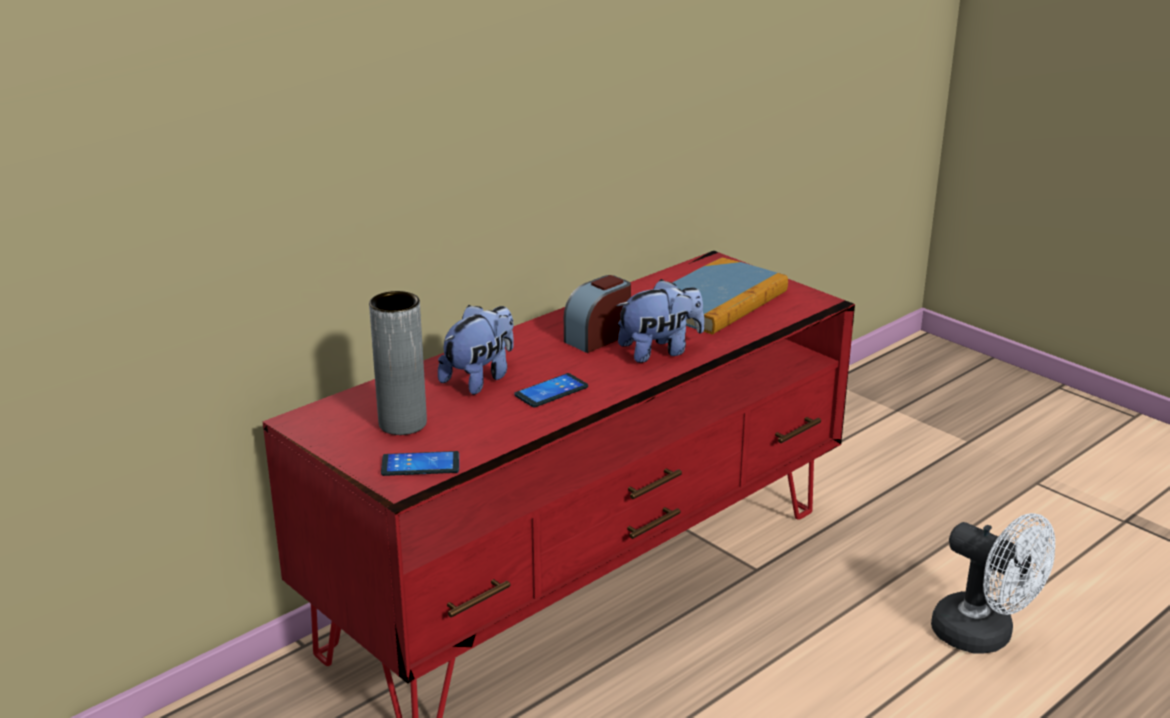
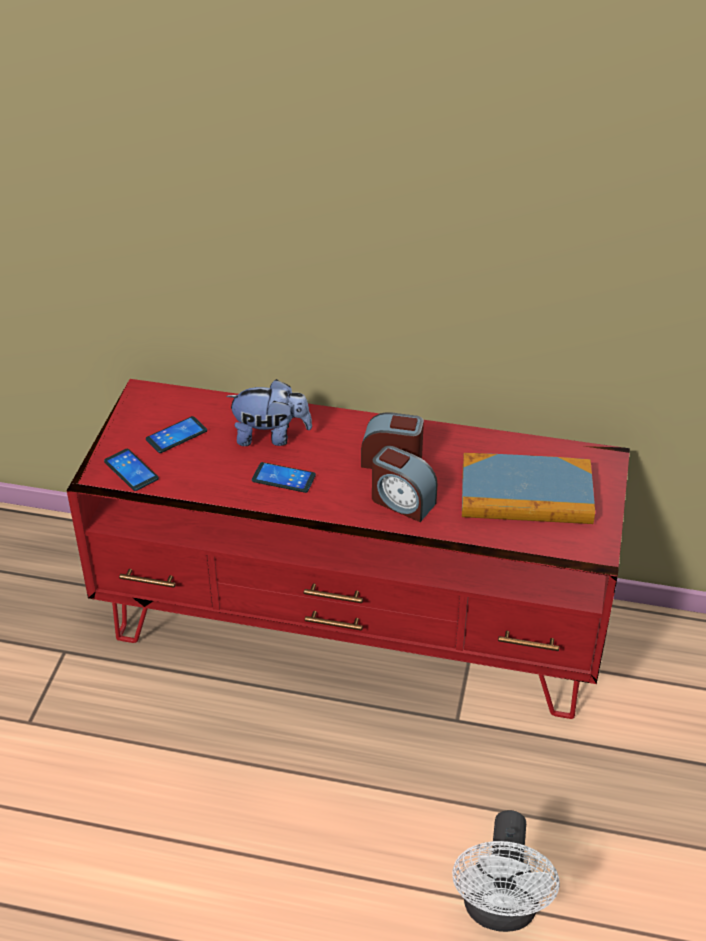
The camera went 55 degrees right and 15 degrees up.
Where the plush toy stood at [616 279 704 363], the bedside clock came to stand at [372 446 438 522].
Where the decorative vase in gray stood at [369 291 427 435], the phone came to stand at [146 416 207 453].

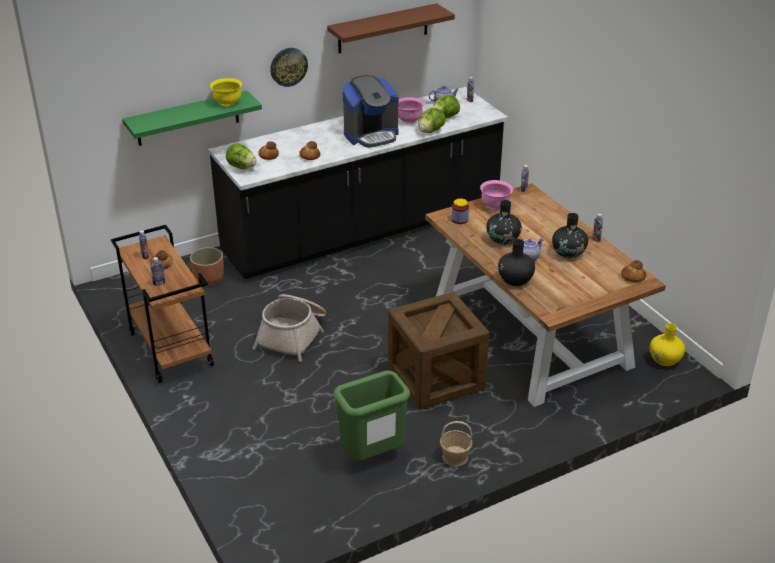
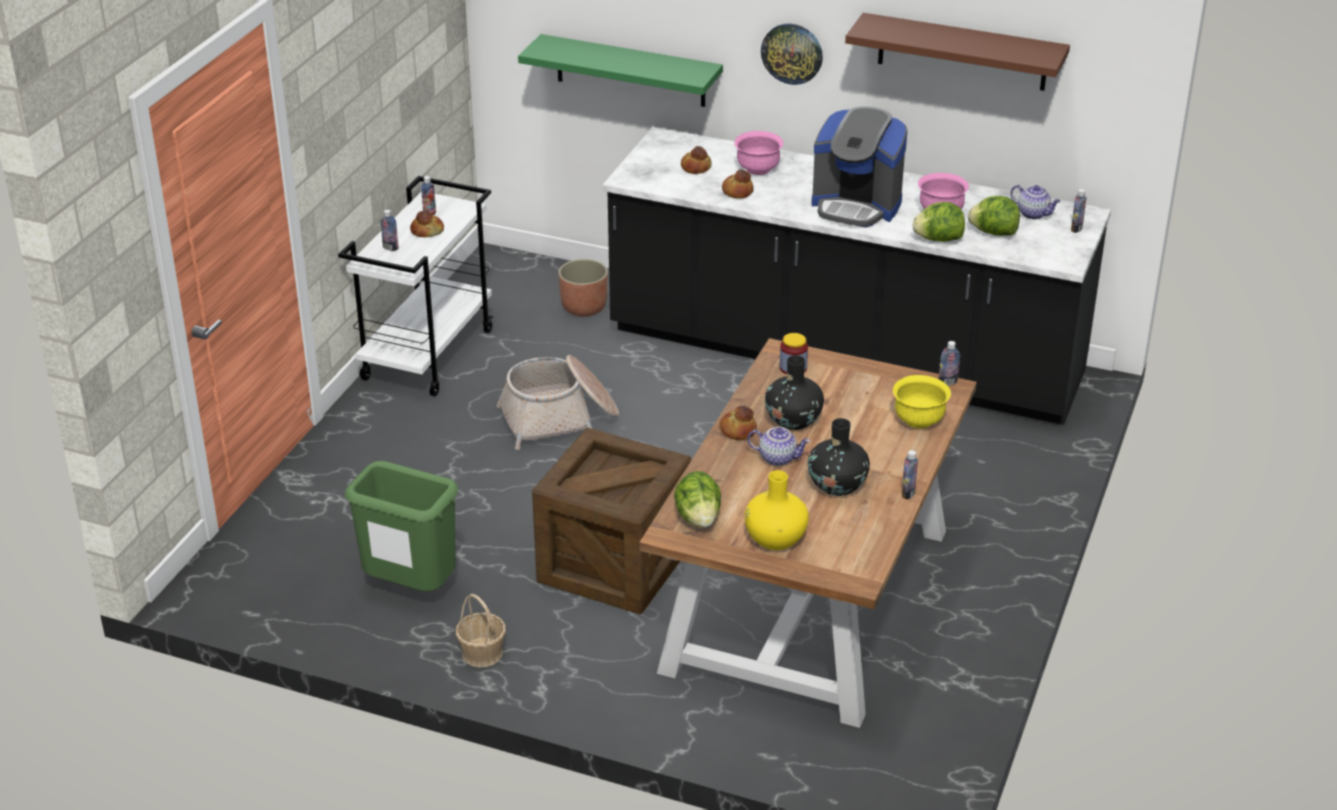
The camera went 50 degrees right and 0 degrees up.
The bowl in yellowish ended up elsewhere, having gone from [210 78 242 106] to [893 375 951 429].
The lettuce ended up elsewhere, having gone from [226 143 257 169] to [674 471 721 528].
The bowl in pinkish ended up elsewhere, having gone from [480 180 513 210] to [734 131 783 175].
What was the cart in brown at [111 225 214 383] turned into the cart in white at [338 176 494 396].
The second view lost the decorative vase in black at [498 239 535 286].
The bread ended up elsewhere, having gone from [621 260 646 282] to [719 406 757 440].
The decorative vase in yellowish ended up elsewhere, having gone from [650 323 685 366] to [745 470 809 550].

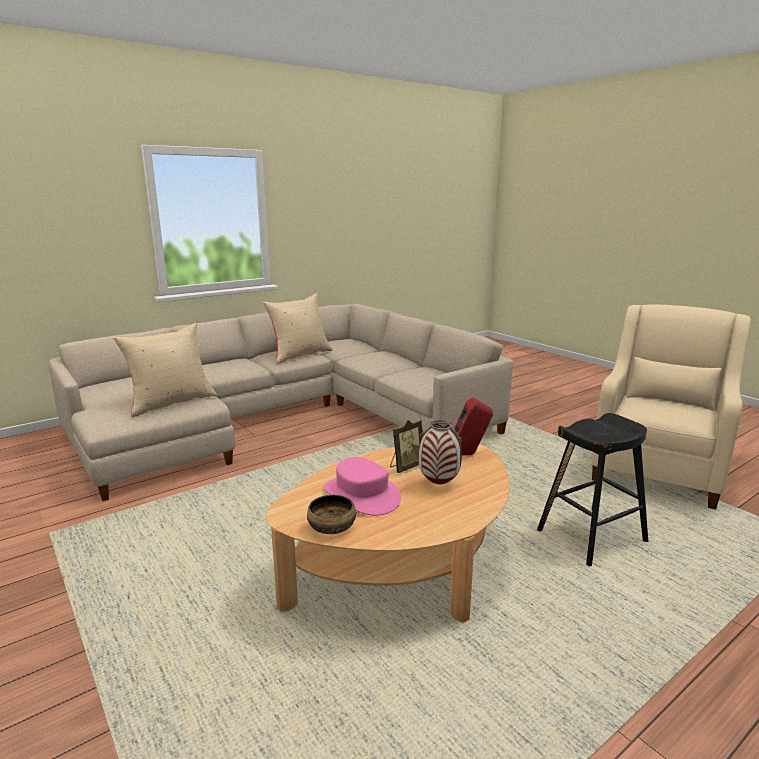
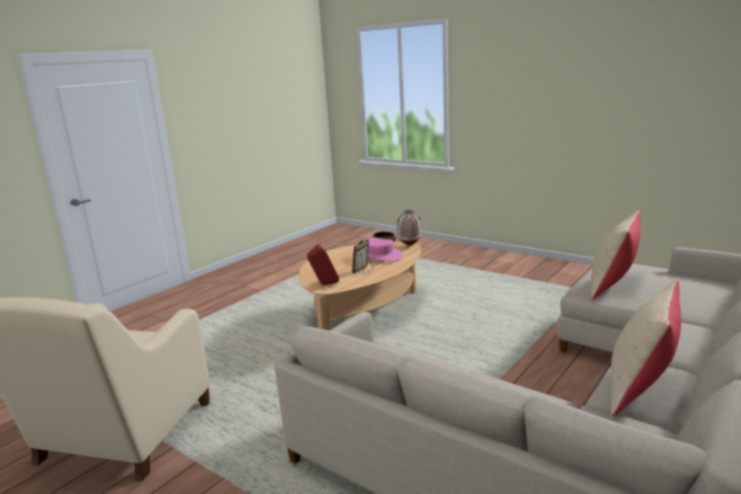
The camera went 165 degrees right and 0 degrees up.
The second view lost the sitting stool in black at [537 413 648 566].
The decorative vase ended up elsewhere, having gone from [419 420 462 484] to [397 210 421 246].

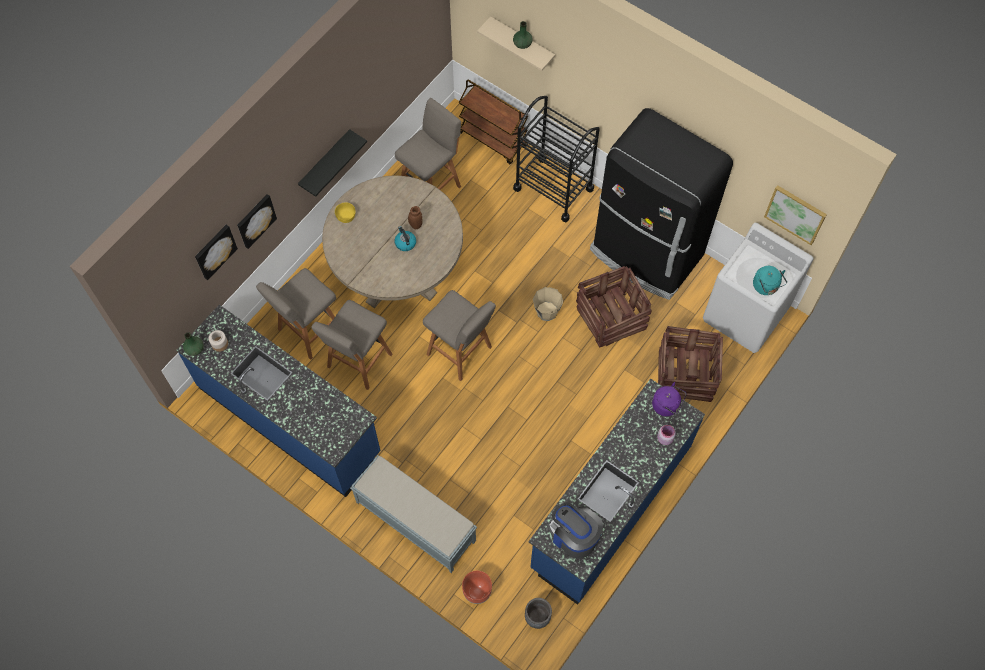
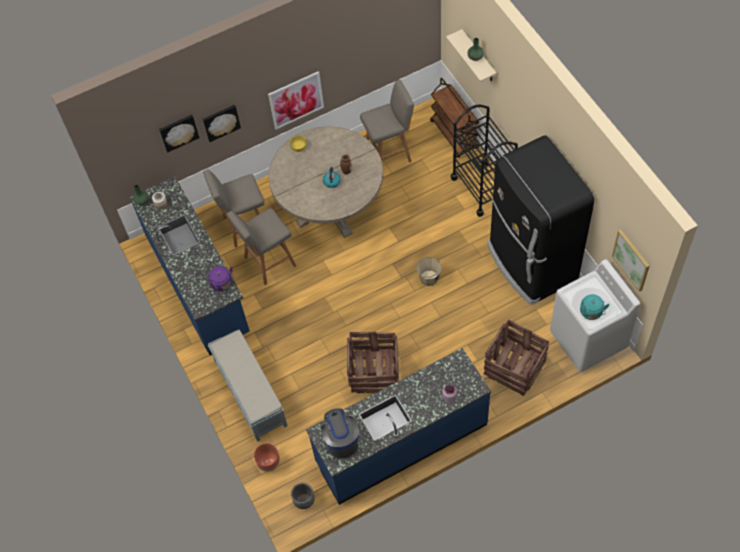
The camera went 30 degrees right and 5 degrees down.
Where the bracket shelf in black hung at [298 129 367 197], the picture came to hang at [268 71 324 130].
The packing crate ended up elsewhere, having gone from [576 266 652 348] to [347 332 399 393].
The second view lost the sitting stool in gray at [423 290 496 381].
The water kettle in purplish ended up elsewhere, having gone from [652 382 687 416] to [208 266 234 291].

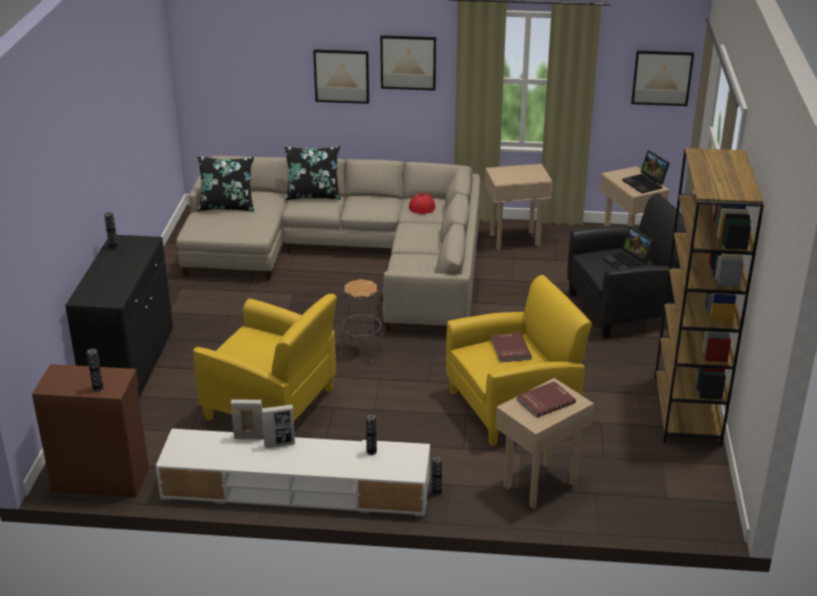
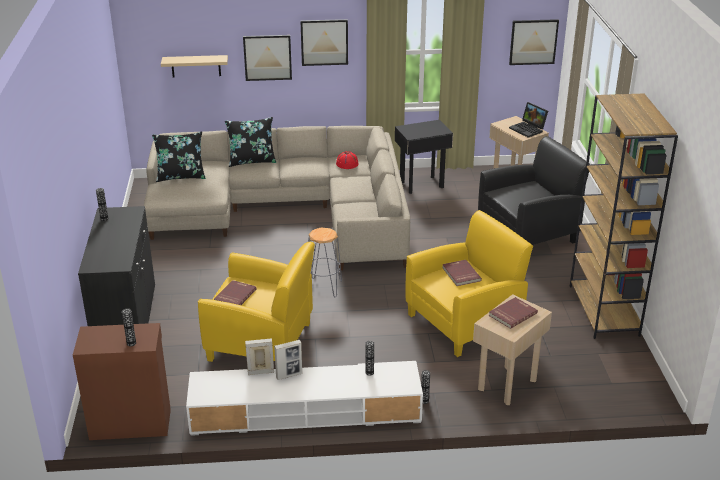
The camera went 10 degrees left and 0 degrees up.
What was the side table in beige-coloured at [485 164 552 250] turned into the side table in black at [395 120 453 194].
The second view lost the portable computer at [603 226 654 269].
The second view gained the bracket shelf in beige-coloured at [161 55 228 78].
The second view gained the book in red-coloured at [214 280 257 305].

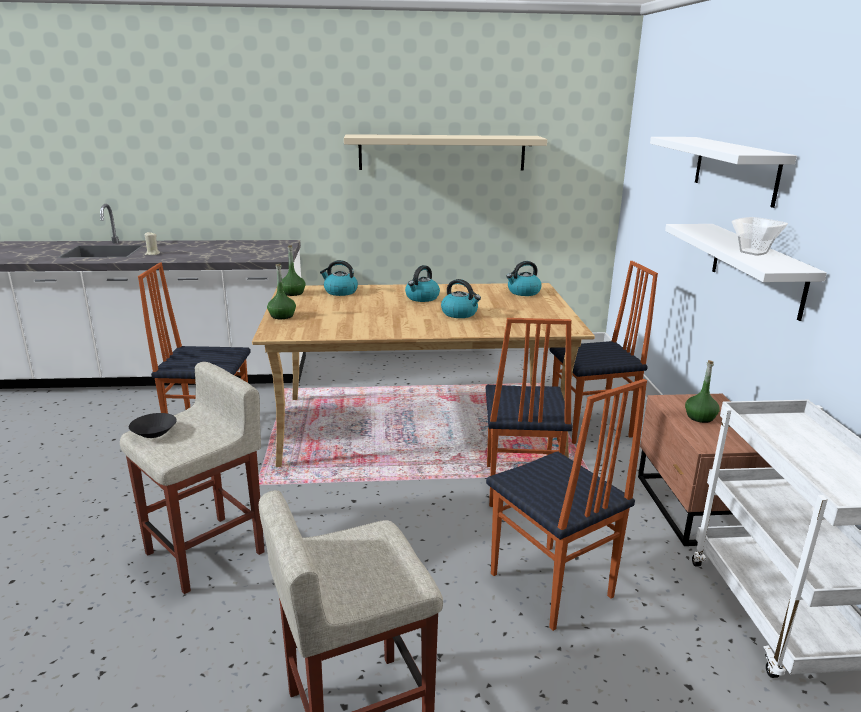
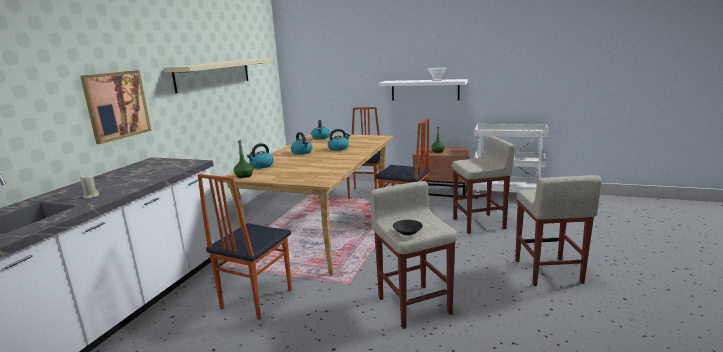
The camera went 65 degrees left and 5 degrees down.
The second view lost the bracket shelf in white at [650 137 797 208].
The second view lost the beverage bottle in green at [267 264 296 319].
Where the plain chair stood at [486 379 647 631], the sitting stool in beige-coloured came to stand at [452 136 516 234].
The second view gained the picture at [80 70 151 144].

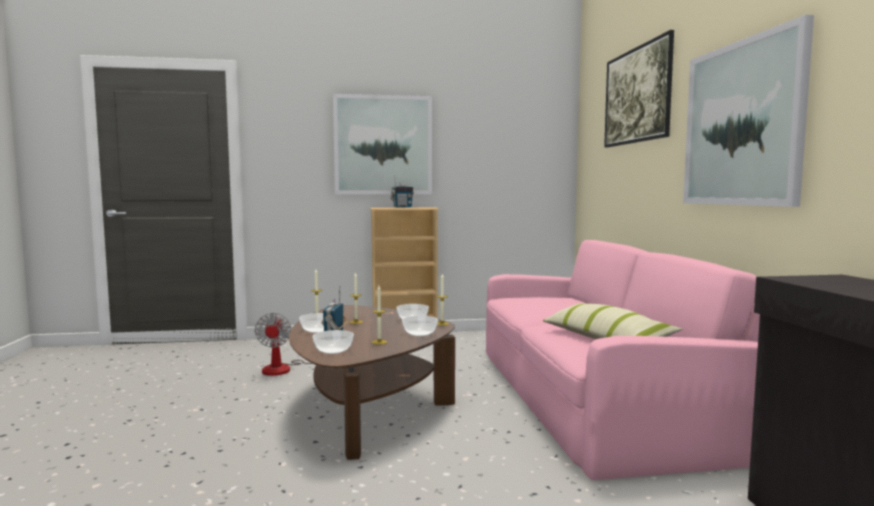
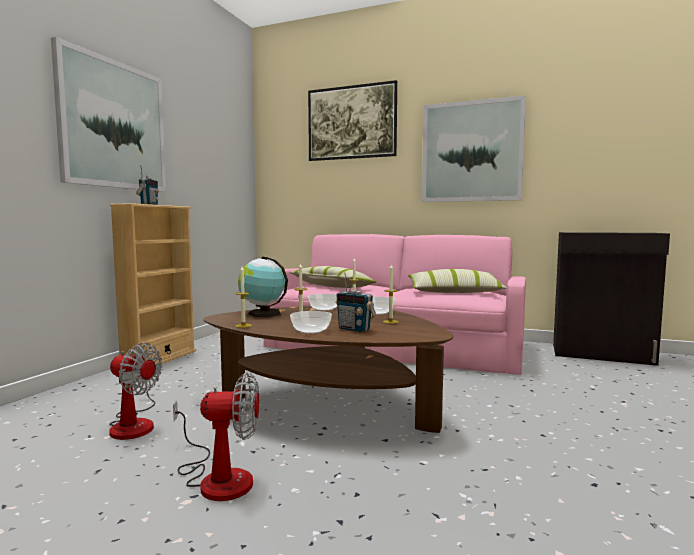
The camera went 60 degrees left and 0 degrees up.
The second view lost the bowl at [313 330 354 354].
The second view gained the globe at [238 256 288 317].
The second view gained the cushion at [290 266 376 288].
The second view gained the electric fan at [173 373 259 501].

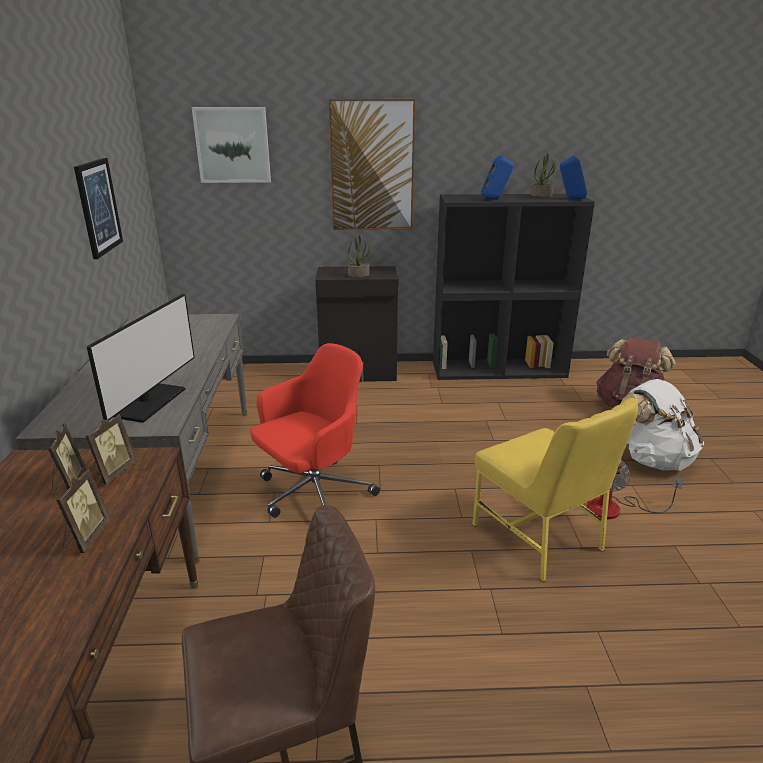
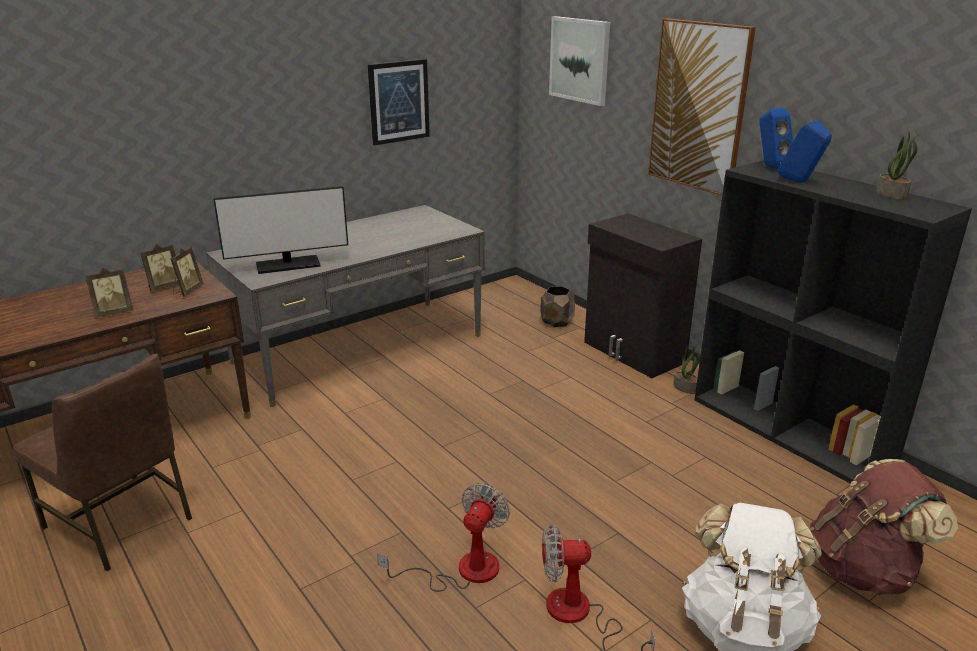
The camera went 55 degrees right and 0 degrees up.
The speaker in blue ended up elsewhere, having gone from [560 155 587 200] to [759 108 793 169].
The potted plant ended up elsewhere, having gone from [348 235 370 277] to [673 344 700 394].
The second view lost the office chair in red-coloured at [250 343 380 518].
Where the plain chair in yellowish stood at [472 398 638 582], the electric fan came to stand at [377 483 510 592].
The standing frame at [86 414 136 485] ended up facing another way, 60 degrees counterclockwise from before.
The second view gained the planter in brown at [540 286 575 327].

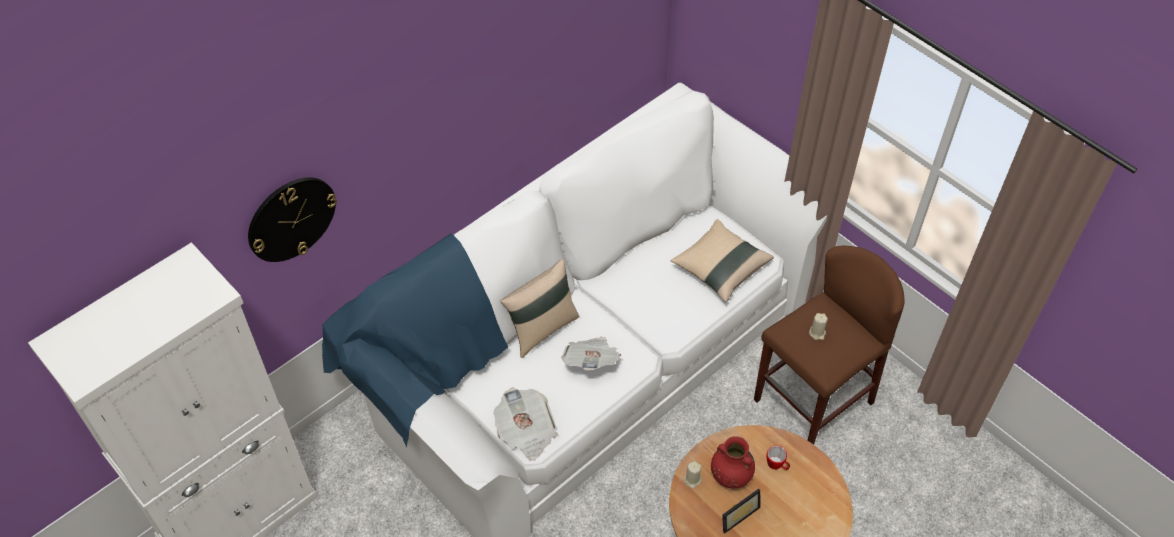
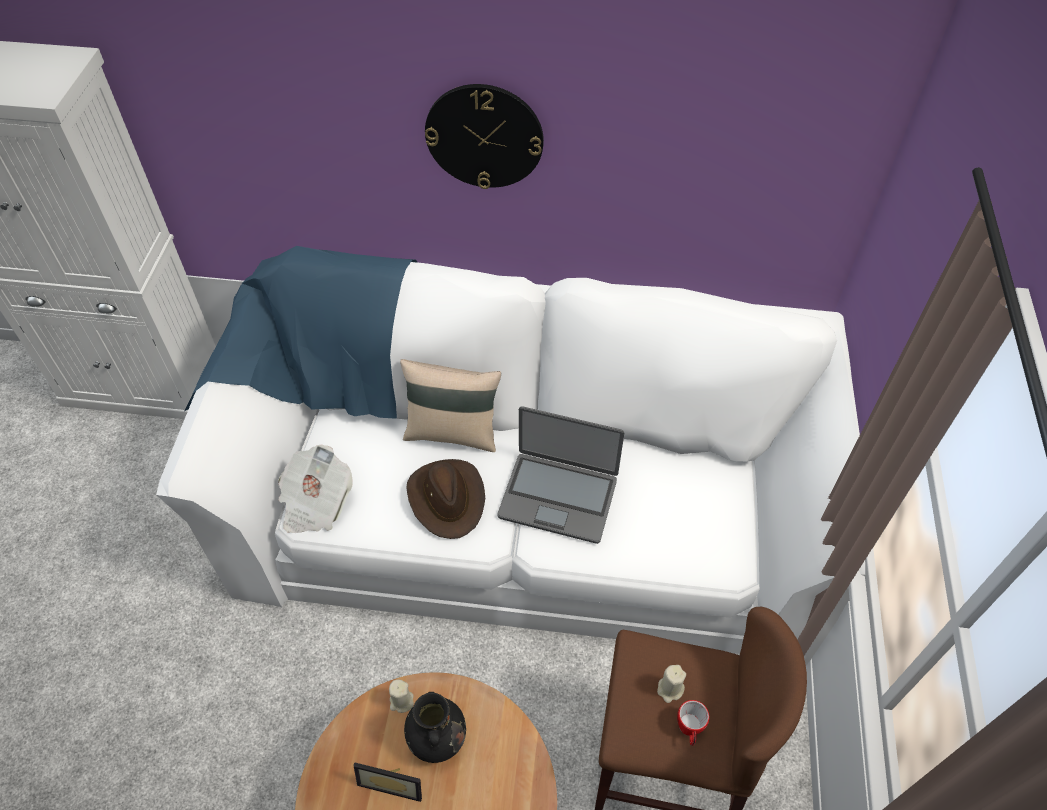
The camera went 50 degrees right and 0 degrees up.
The wall clock ended up elsewhere, having gone from [248 178 337 262] to [425 84 544 189].
The second view lost the cushion in beige-coloured at [670 219 774 302].
Where the printed paper stood at [561 337 621 370], the wearable hat in brown came to stand at [406 459 485 539].
What was the decorative vase in red-coloured at [711 436 755 489] turned into the decorative vase in black at [404 692 466 763].
The tea mug ended up elsewhere, having gone from [767 445 790 470] to [677 700 709 746].
The second view gained the portable computer at [498 406 624 544].

